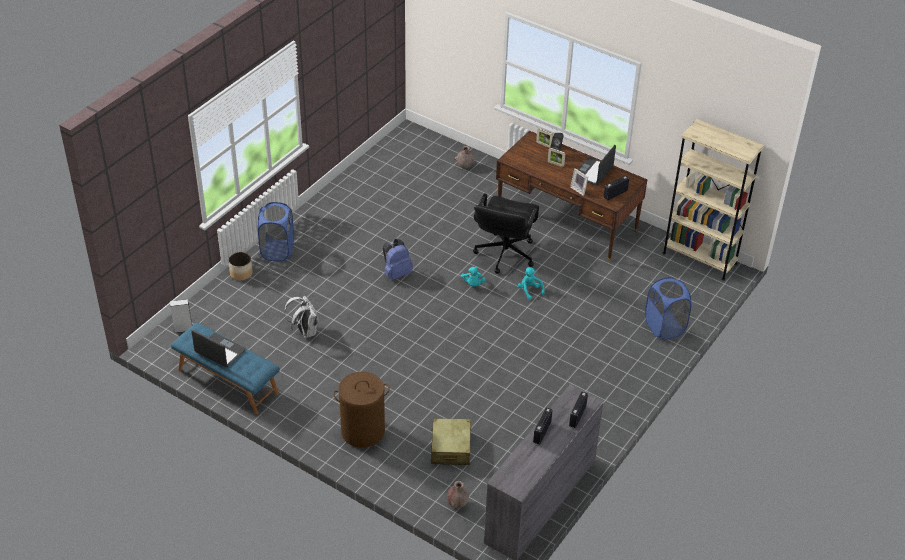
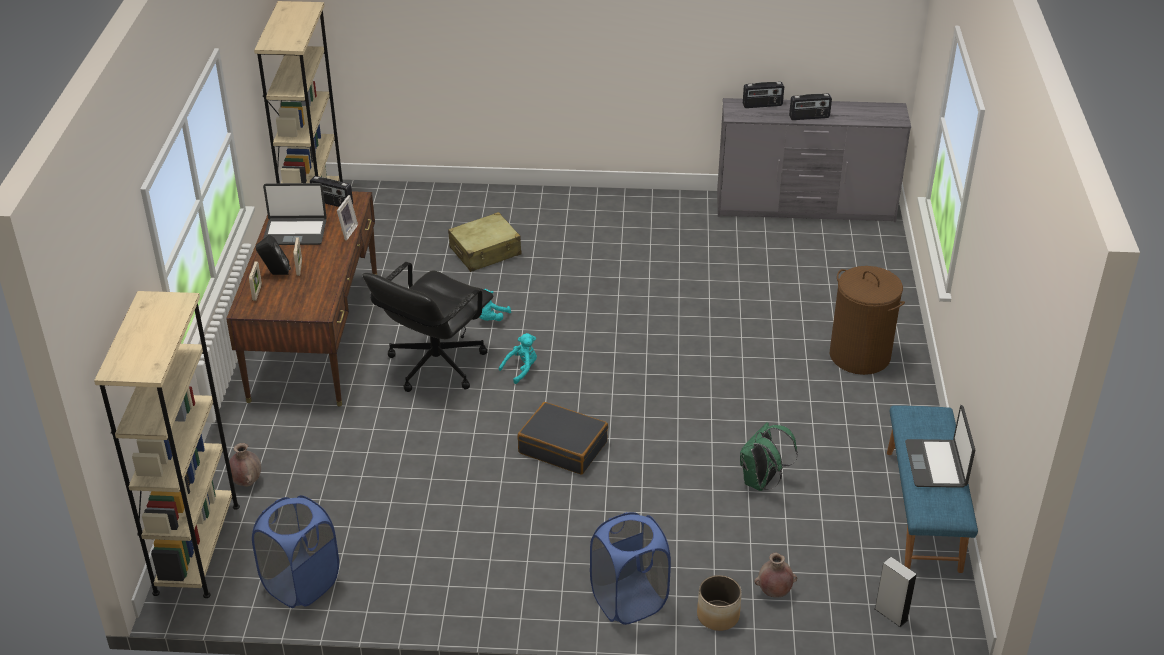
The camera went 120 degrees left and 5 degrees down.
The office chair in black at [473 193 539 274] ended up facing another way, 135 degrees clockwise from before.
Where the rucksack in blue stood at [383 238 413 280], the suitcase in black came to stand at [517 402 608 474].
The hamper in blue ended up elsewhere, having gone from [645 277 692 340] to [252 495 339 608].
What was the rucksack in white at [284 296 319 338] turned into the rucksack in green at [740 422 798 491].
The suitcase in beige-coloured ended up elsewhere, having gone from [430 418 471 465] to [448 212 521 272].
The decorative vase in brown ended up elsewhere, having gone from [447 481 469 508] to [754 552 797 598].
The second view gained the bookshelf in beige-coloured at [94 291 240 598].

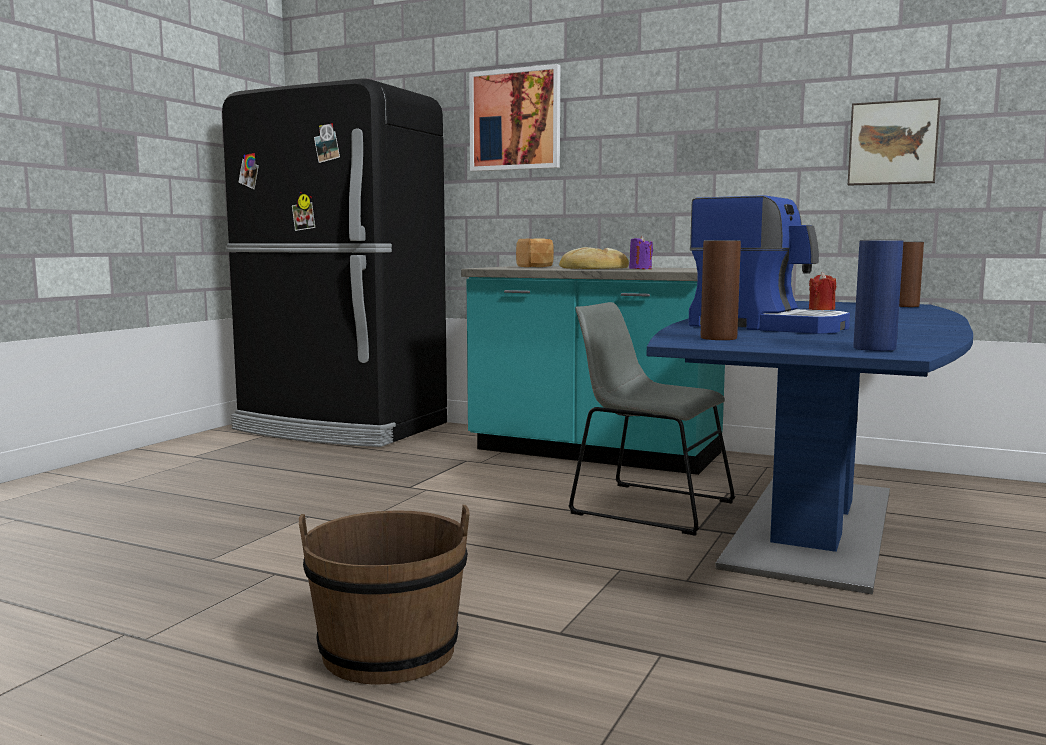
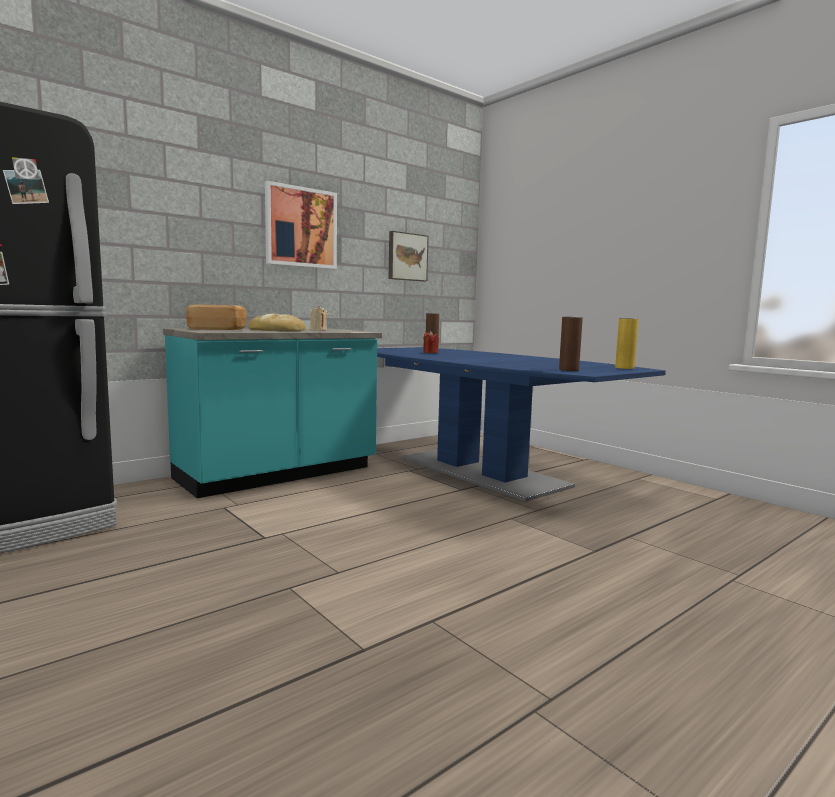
The camera went 65 degrees left and 0 degrees up.
The picture ended up elsewhere, having gone from [469 64 560 171] to [265 181 337 269].
The second view lost the coffee maker at [688 195 850 334].
What was the wax candle in purplish at [629 236 653 269] turned into the wax candle in beige-coloured at [310 306 327 331].
What was the decorative vase in blue at [854 240 903 351] turned into the decorative vase in yellowish at [615 318 639 369].
The second view lost the plain chair in gray at [569 302 736 536].
The second view lost the water bucket in brown at [299 505 469 685].

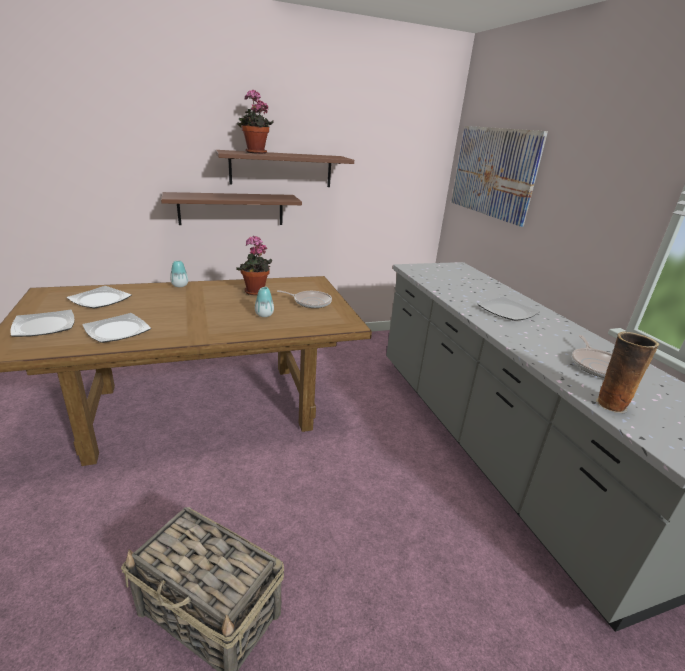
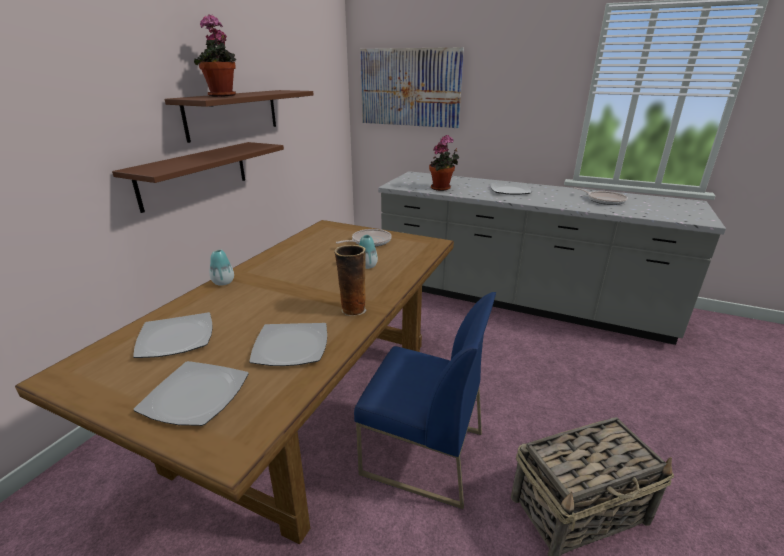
The camera went 45 degrees left and 0 degrees up.
The potted plant ended up elsewhere, having gone from [236 235 272 295] to [429 135 459 191].
The decorative vase ended up elsewhere, having gone from [596 331 659 413] to [334 245 366 316].
The second view gained the plain chair in blue at [354 292 496 509].

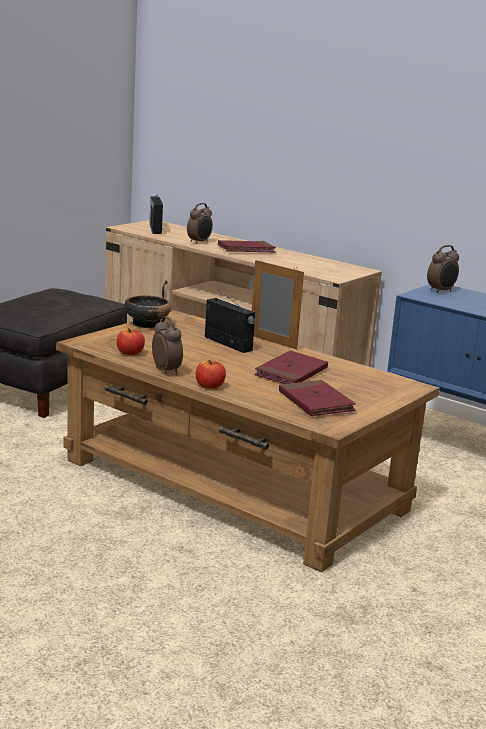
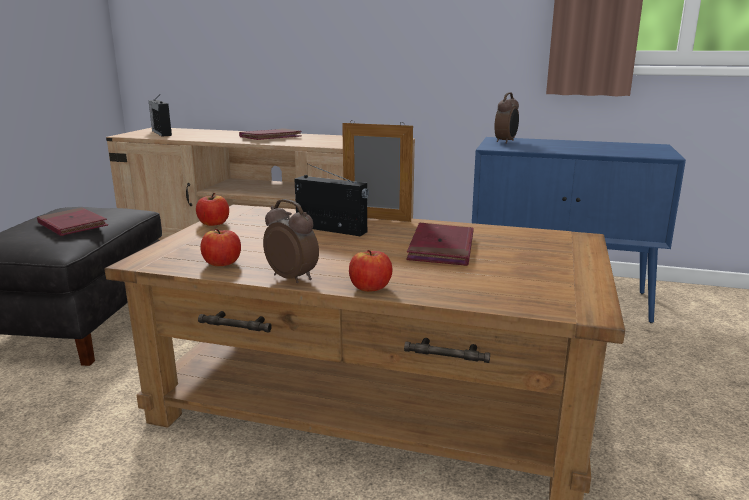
The camera went 20 degrees left and 0 degrees up.
The second view lost the bedside clock at [187 203 213 244].
Where the bowl stood at [124 295 171 328], the apple fruit came to stand at [196 193 229 226].
The book in red-coloured ended up elsewhere, having gone from [279 380 356 416] to [37 208 108 236].

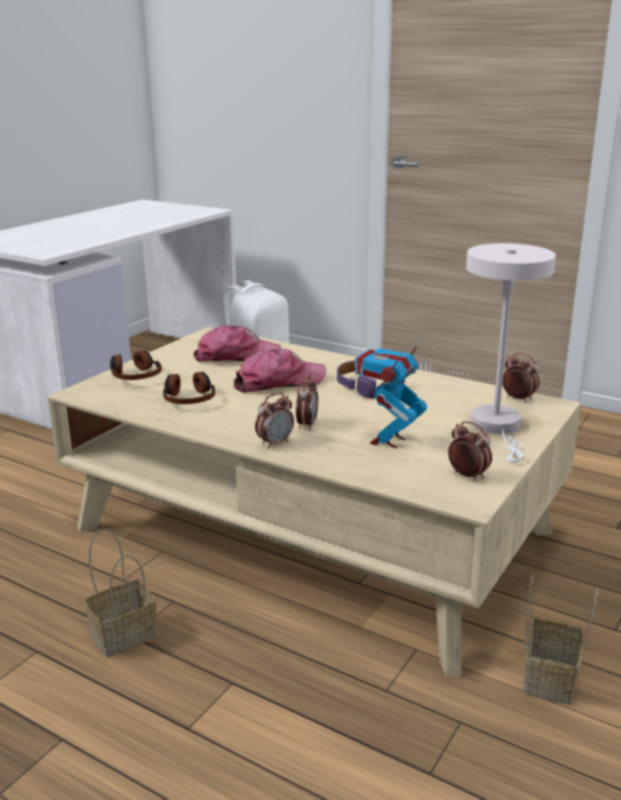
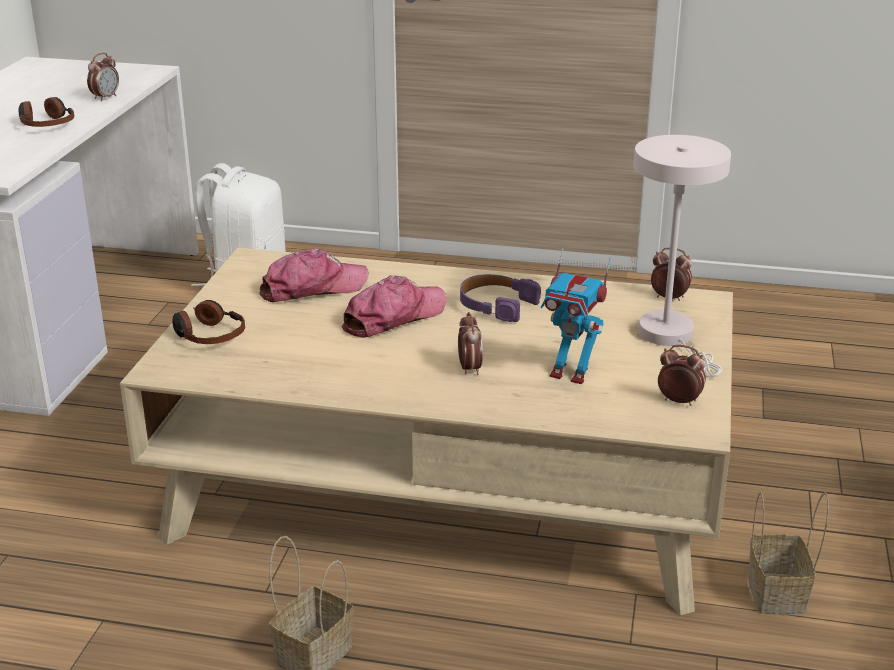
The camera went 20 degrees left and 5 degrees up.
The model robot at [354 336 427 448] ended up facing another way, 75 degrees counterclockwise from before.
The pair of headphones ended up elsewhere, having gone from [163 372 215 404] to [18 97 75 127].
The bedside clock ended up elsewhere, having gone from [255 393 294 449] to [87 53 119 101].

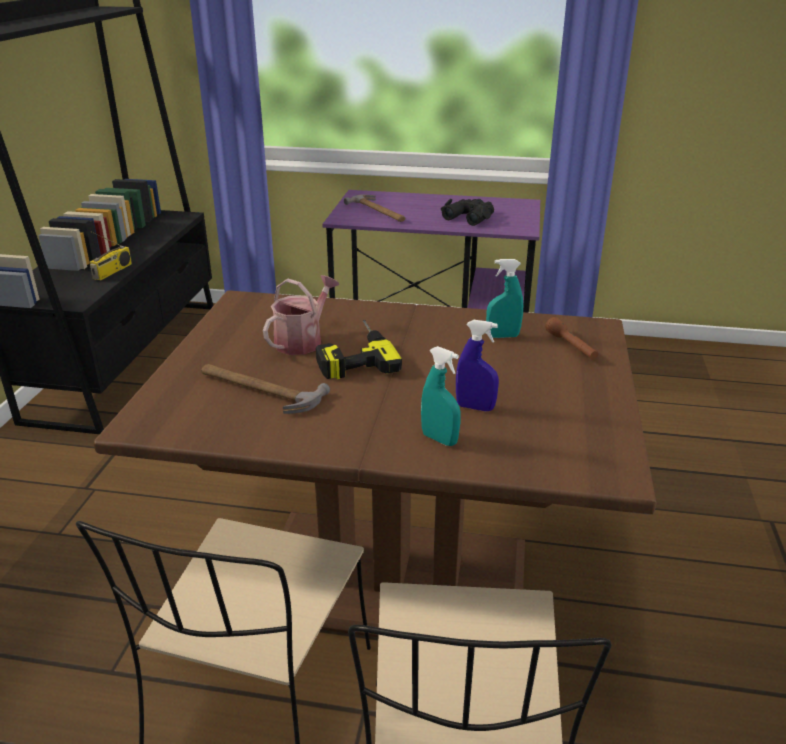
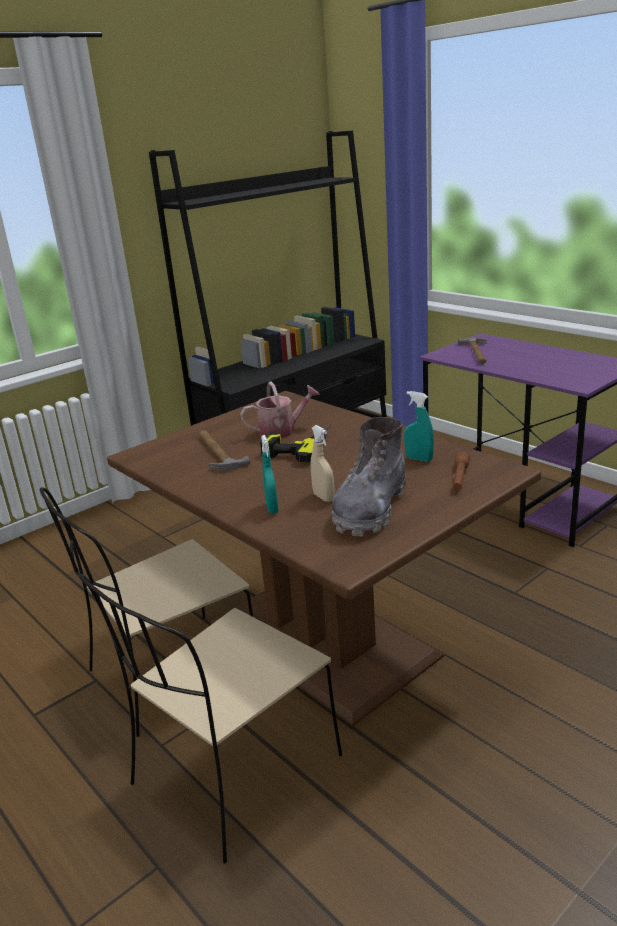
The camera went 40 degrees right and 5 degrees down.
The second view lost the field glasses in black at [441 199 494 226].
The second view lost the radio at [90 231 132 280].
What was the spray bottle in blue at [456 320 499 411] turned into the spray bottle in beige-coloured at [311 425 335 502].
The second view gained the high-top boot in gray at [331 417 406 536].

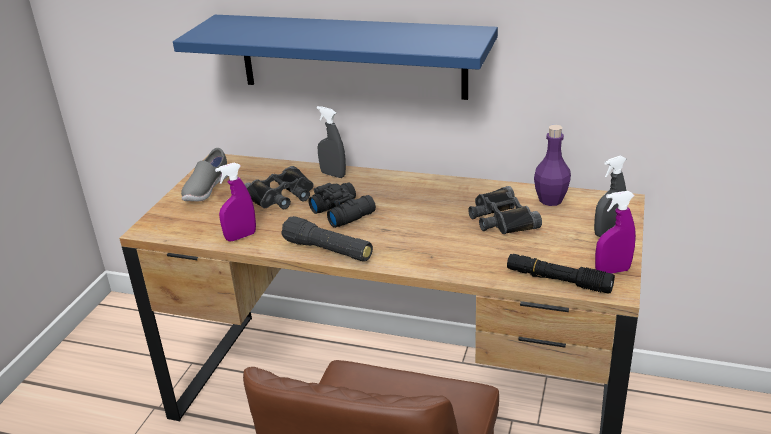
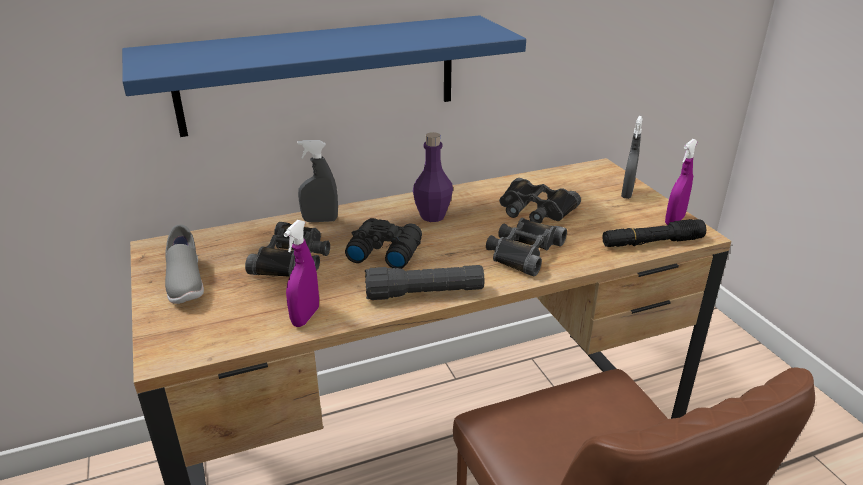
The camera went 40 degrees left and 0 degrees up.
The beverage bottle in purplish ended up elsewhere, having gone from [534 125 571 206] to [413 132 453 222].
The second view gained the field glasses in black at [486 218 567 276].

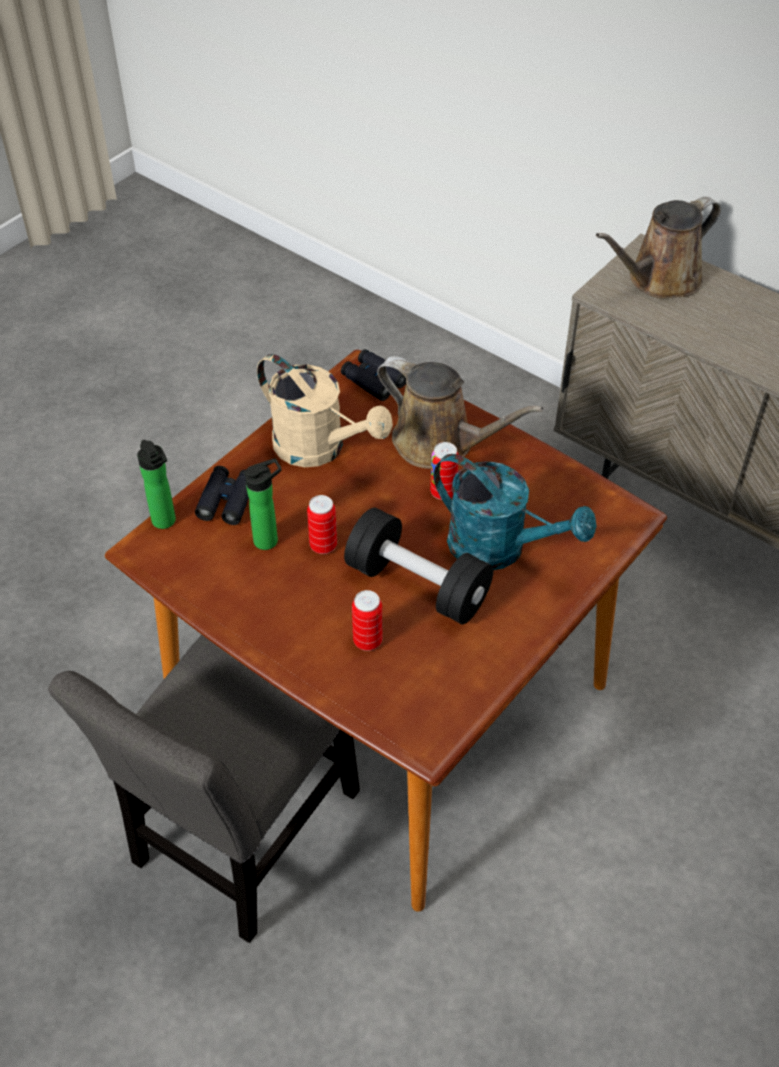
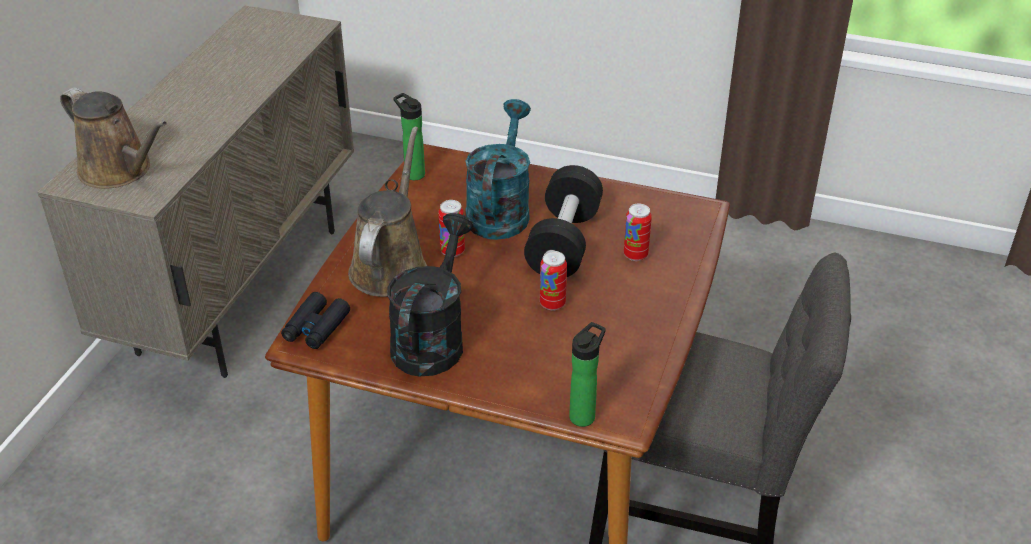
The camera went 110 degrees left and 10 degrees down.
What was the watering can in beige-coloured at [257 354 393 467] turned into the watering can in black at [387 213 473 377].
The beverage bottle ended up elsewhere, having gone from [244 458 282 550] to [393 93 425 180].
The second view lost the field glasses in black at [195 466 249 525].

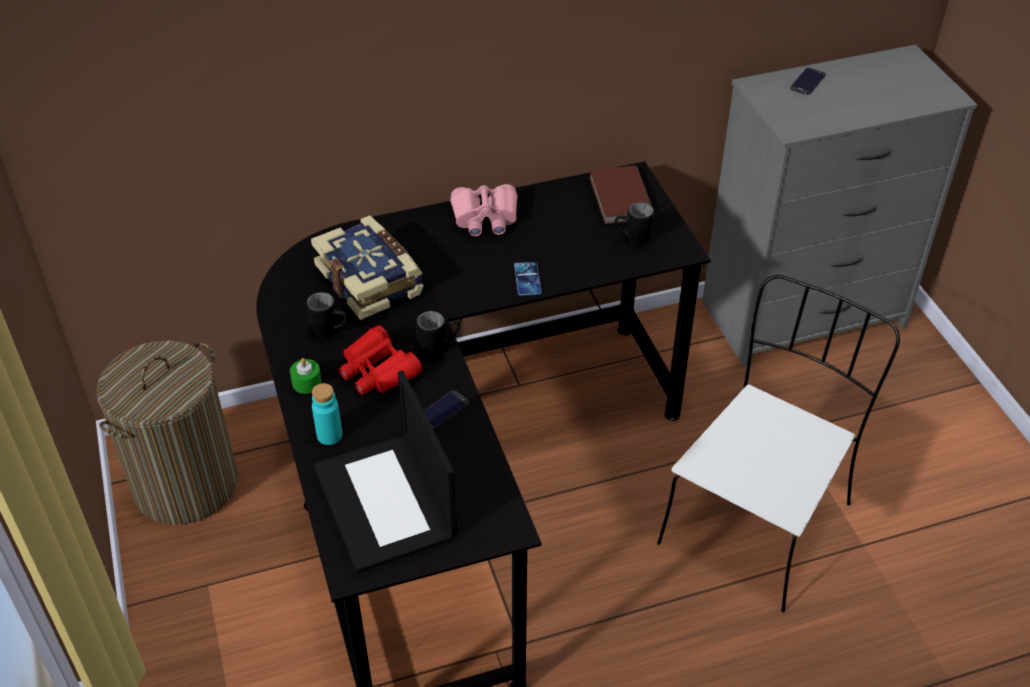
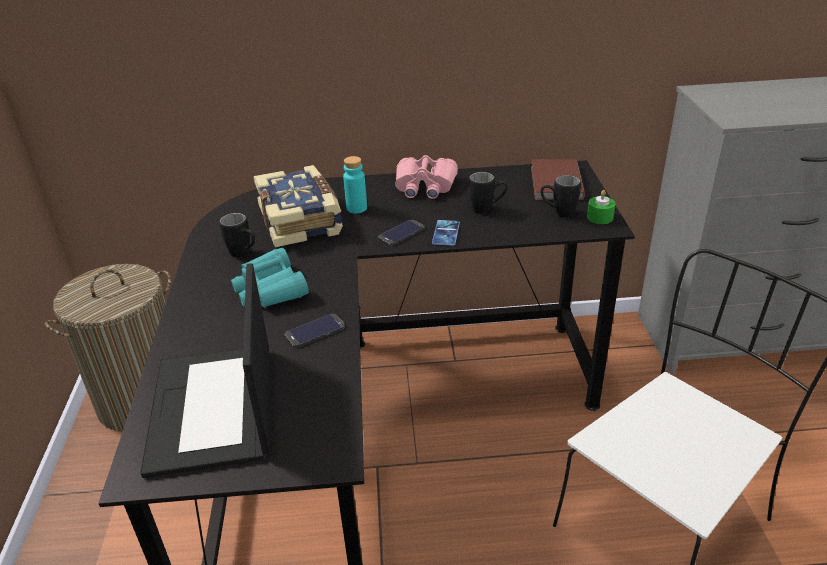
The camera went 15 degrees right and 10 degrees down.
The phone ended up elsewhere, having gone from [790 67 826 95] to [378 220 425 246].
The tea mug in black ended up elsewhere, having gone from [416 311 460 357] to [469 172 507 214].
What was the field glasses in red-coloured at [339 325 422 395] turned into the field glasses in turquoise at [231 248 309 308].
The wax candle in green ended up elsewhere, having gone from [290 358 322 394] to [587 190 616 224].
The beverage bottle in turquoise ended up elsewhere, having gone from [312 383 342 445] to [343 156 367 214].

